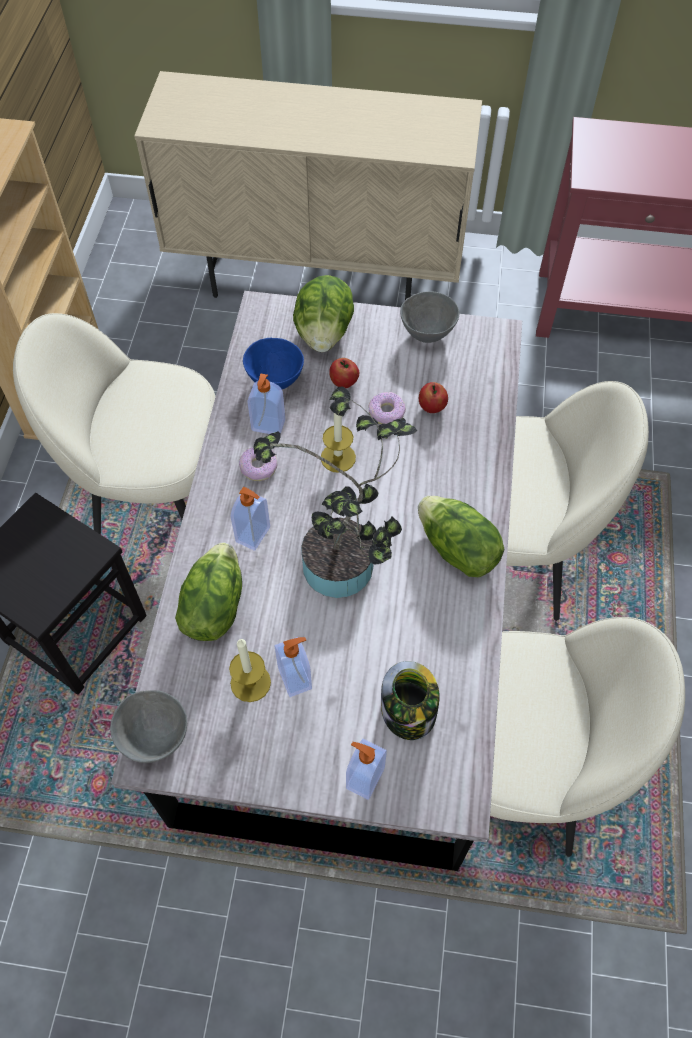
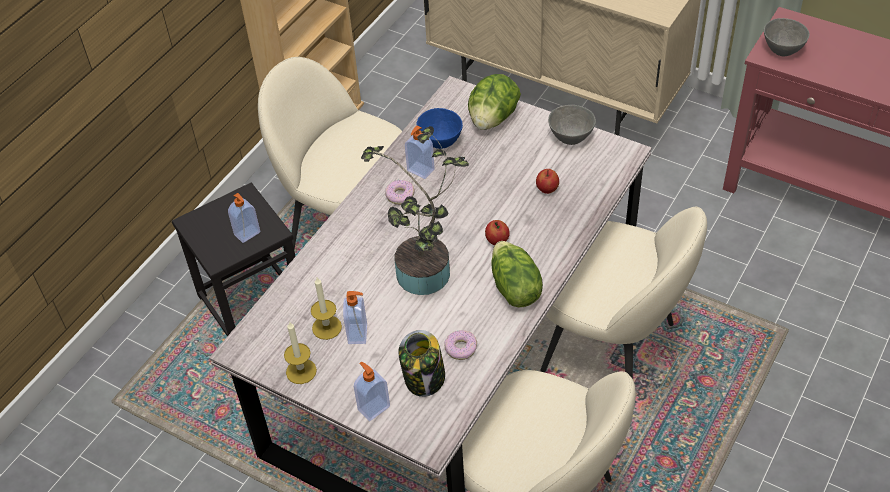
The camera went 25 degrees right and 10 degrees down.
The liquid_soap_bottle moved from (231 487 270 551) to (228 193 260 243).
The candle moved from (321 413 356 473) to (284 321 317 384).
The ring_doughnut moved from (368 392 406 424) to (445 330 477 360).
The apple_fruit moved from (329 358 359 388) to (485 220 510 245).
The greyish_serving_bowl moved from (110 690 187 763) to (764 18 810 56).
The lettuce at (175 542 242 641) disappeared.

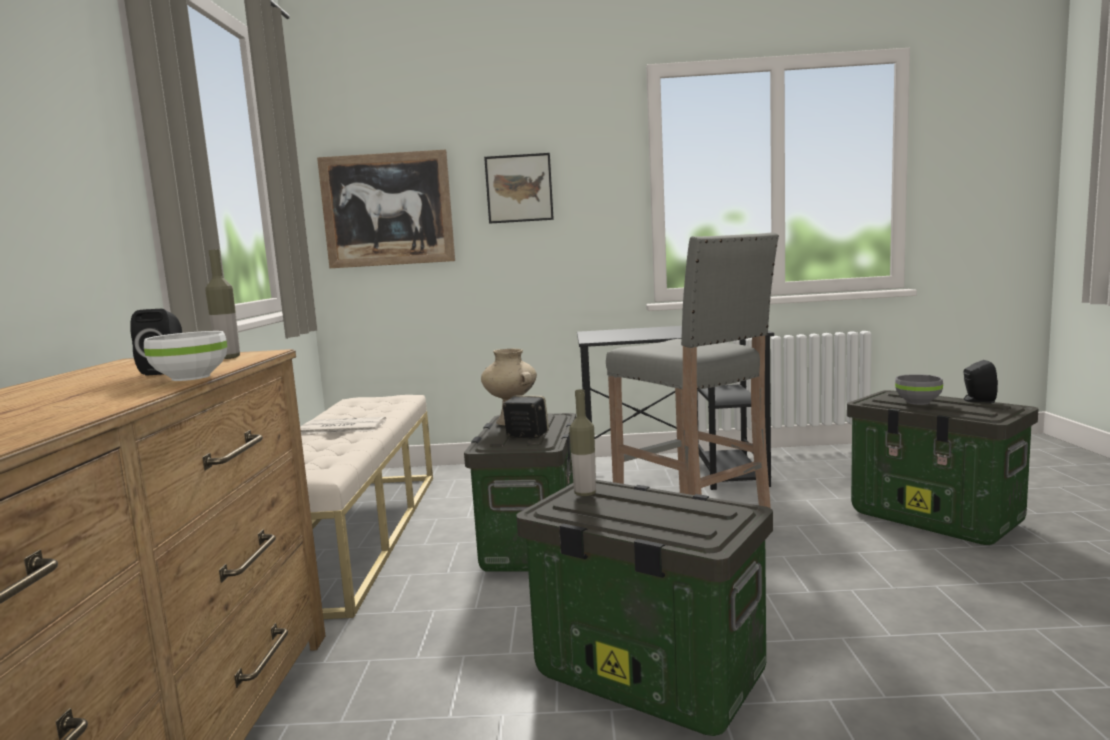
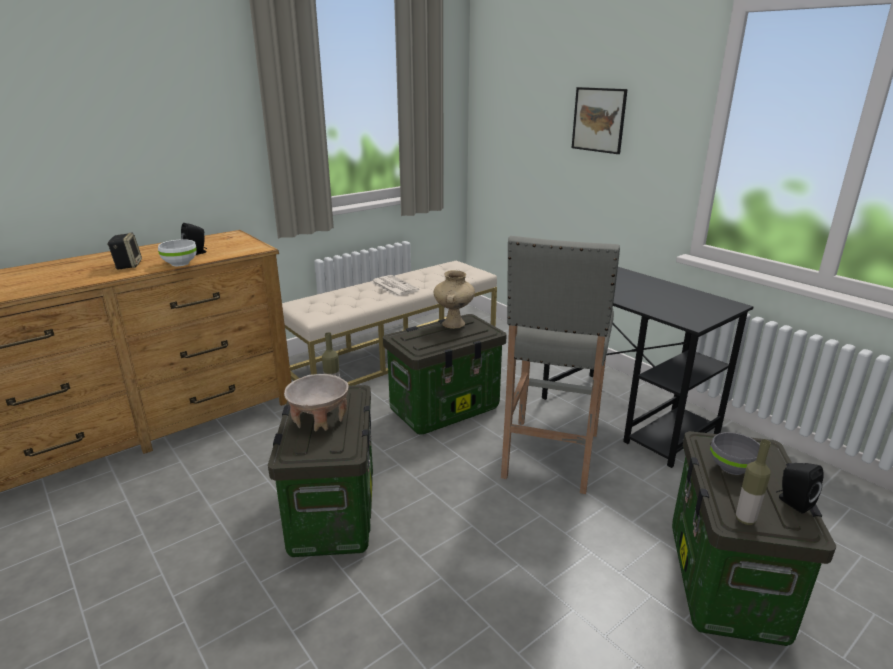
The camera went 50 degrees right and 15 degrees up.
The loudspeaker moved from (503 395 549 438) to (107 233 142 270).
The beige_serving_bowl at (284 374 348 432) appeared.
The beverage_bottle moved from (205 249 240 359) to (736 439 771 525).
The picture at (317 150 455 268) disappeared.

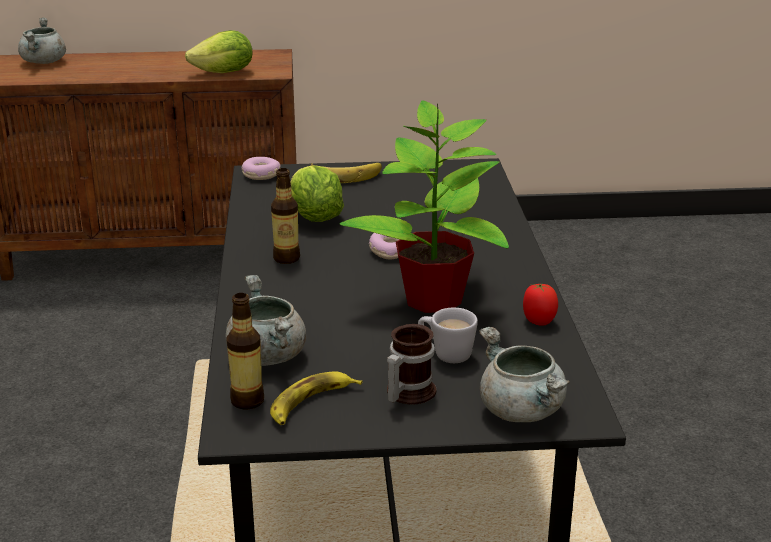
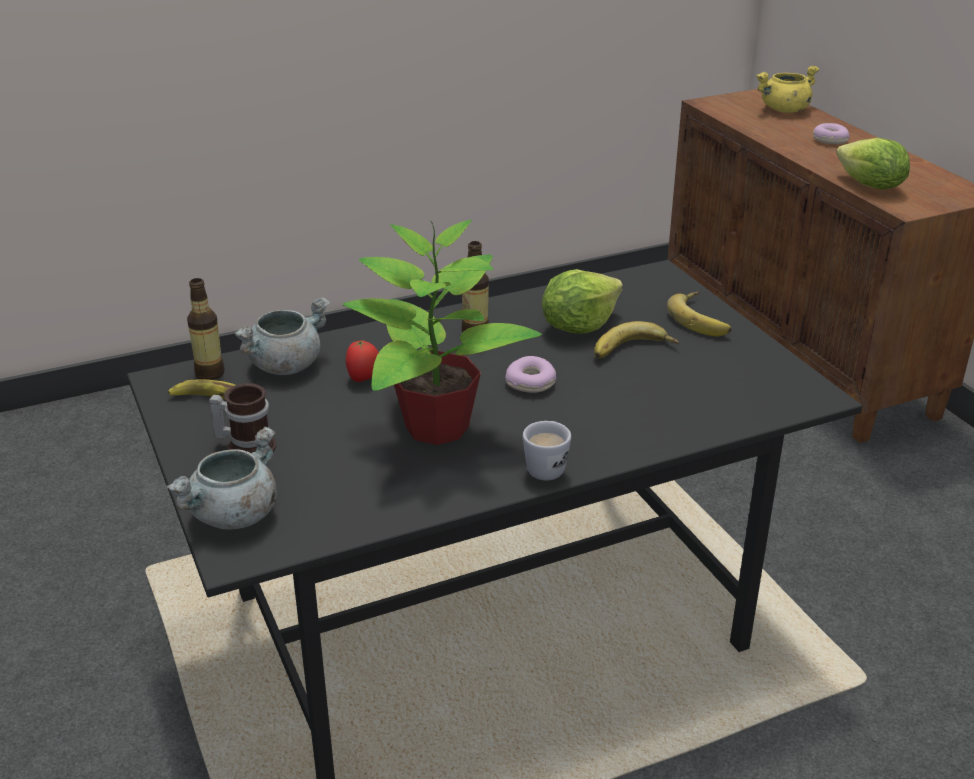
The camera went 70 degrees right and 5 degrees up.
The tomato moved from (523 284 558 326) to (346 339 379 382).
The white-coloured_tea_mug moved from (418 308 478 363) to (523 421 571 480).
The banana_fruit at (594 321 679 358) appeared.
The greyish_stockpot at (18 17 66 64) became the yellow-coloured_stockpot at (756 65 820 113).
The ring_doughnut moved from (241 157 280 180) to (813 123 850 144).

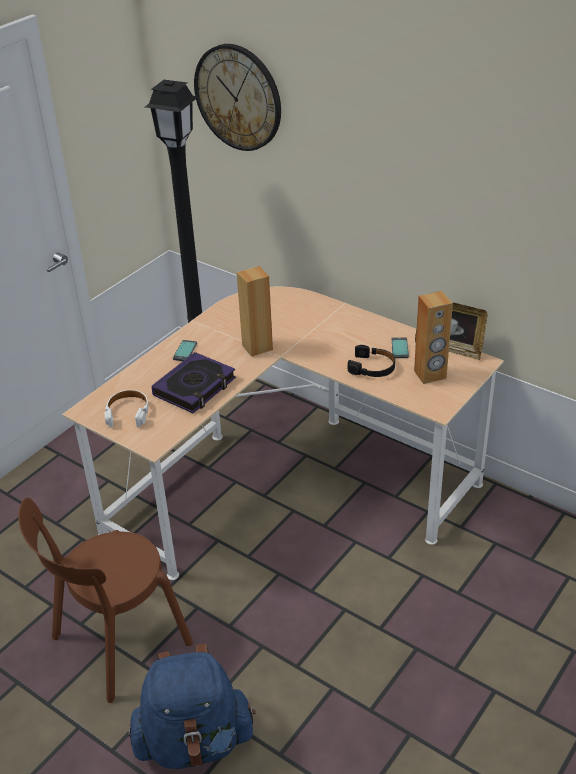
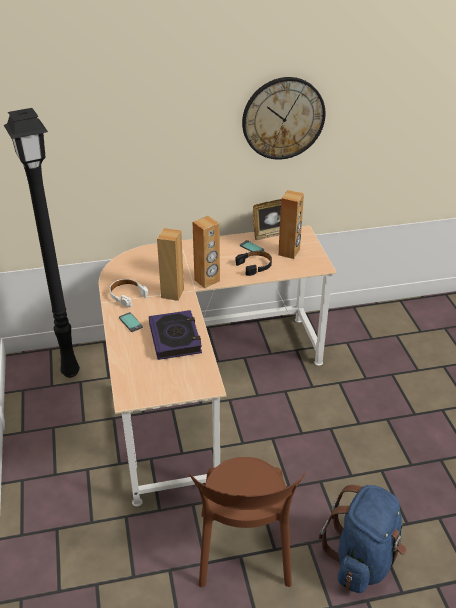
The camera went 50 degrees left and 0 degrees up.
The white-coloured_pair_of_headphones moved from (105 390 149 428) to (110 279 148 307).
The brown_loudspeaker at (192 216 220 288) appeared.
The wall_clock moved from (194 44 281 151) to (242 77 326 160).

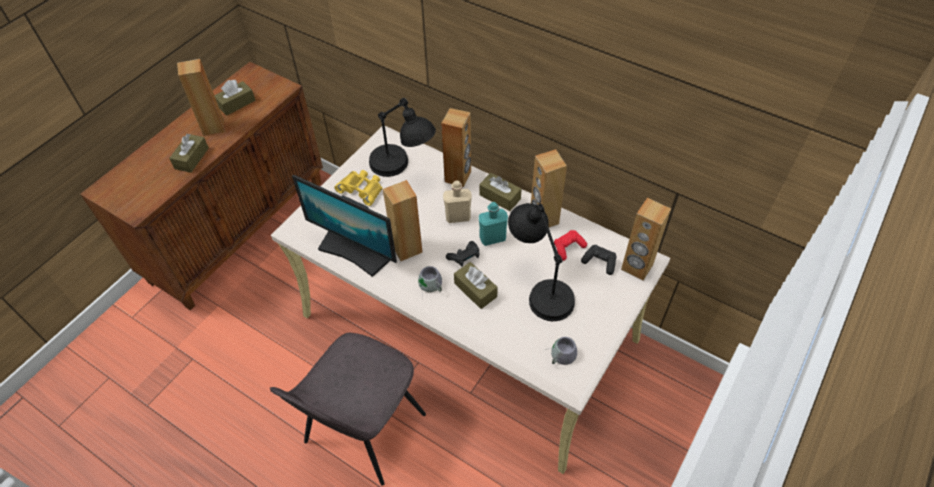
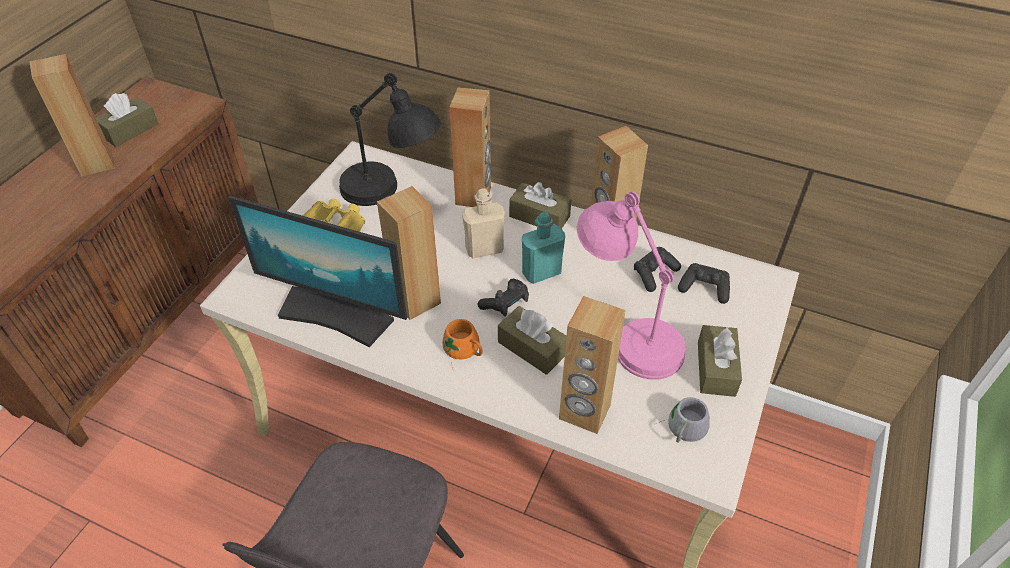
The camera went 10 degrees left and 5 degrees down.
The greyish_tea_mug at (418 266 442 292) became the orange-coloured_tea_mug at (442 319 482 369).
The brown_loudspeaker moved from (621 198 671 281) to (559 296 626 434).
The blackish_lamp_for_a_table at (508 203 575 321) became the pink_lamp_for_a_table at (577 191 685 380).
The red-coloured_joypad at (554 230 587 261) became the blackish_joypad at (634 247 681 292).
The brown_tissue_box moved from (169 134 209 173) to (698 325 742 397).

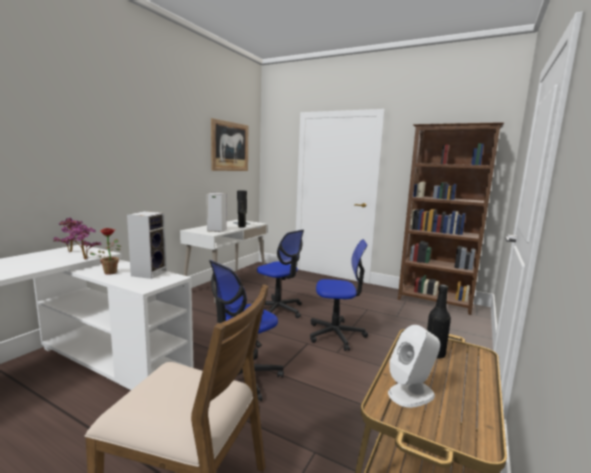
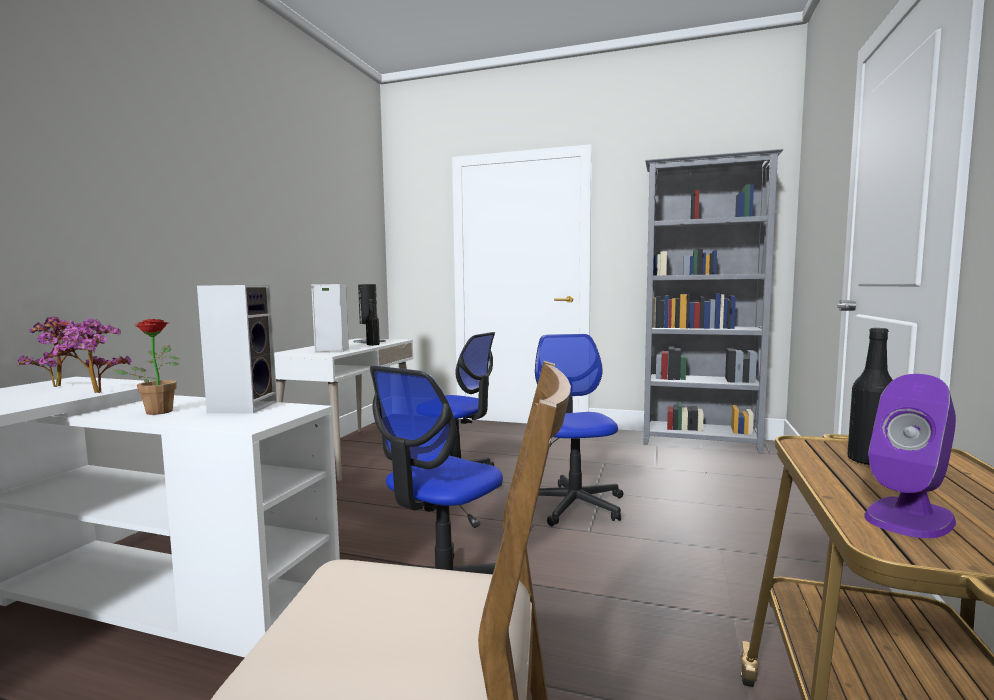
The camera went 10 degrees left and 5 degrees down.
The computer_chair at (310 239 368 351) turned 90 degrees counterclockwise.
The brown_shelving_unit at (398 122 504 315) became the greyish_shelving_unit at (643 149 784 454).
The white-coloured_loudspeaker at (388 325 440 408) became the purple-coloured_loudspeaker at (864 374 956 539).
The picture at (211 118 248 171) disappeared.

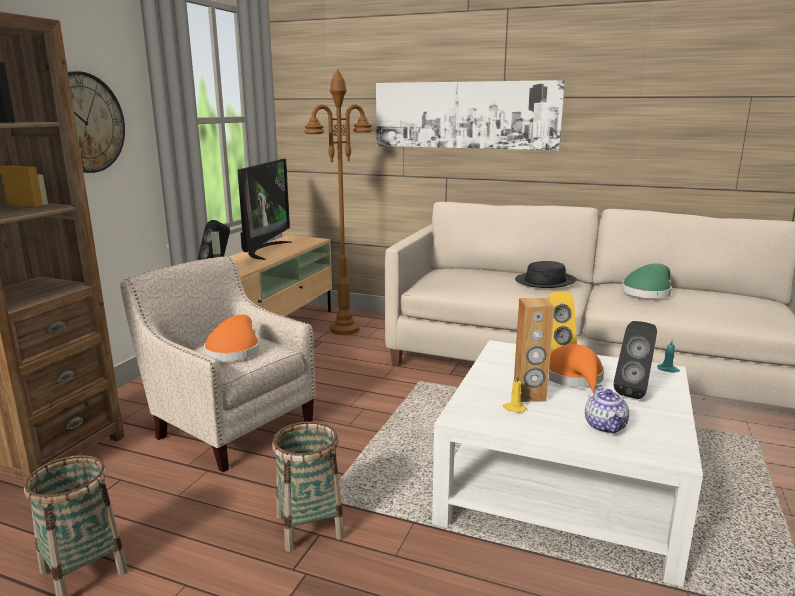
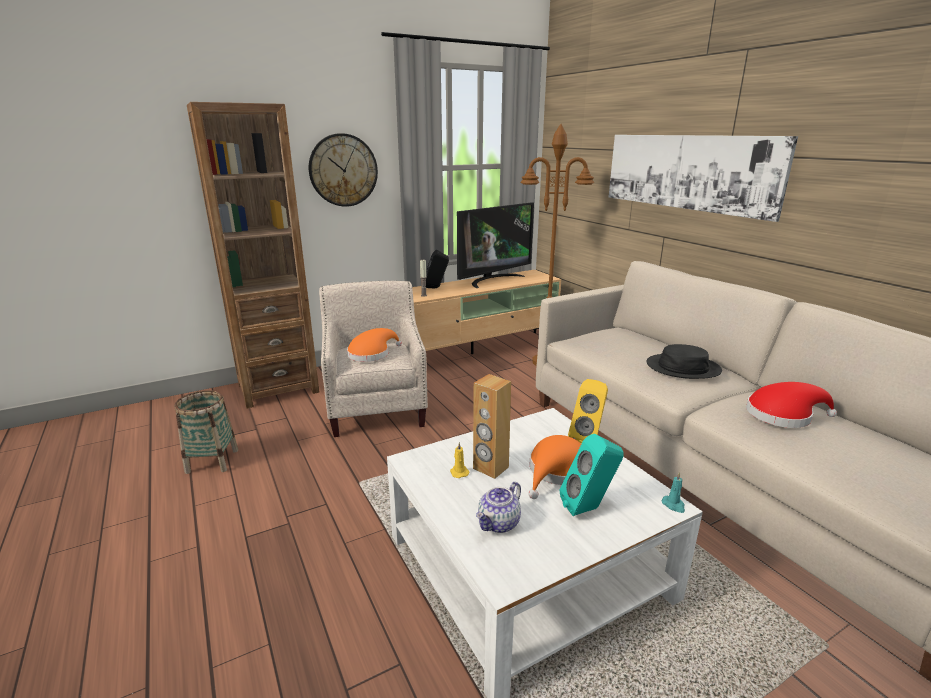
The camera went 40 degrees right and 5 degrees up.
The blackish_loudspeaker at (613 321 657 399) became the turquoise_loudspeaker at (560 434 624 516).
The greenish_hat at (622 263 672 298) became the red-coloured_hat at (746 382 837 428).
The basket at (272 421 345 552) disappeared.

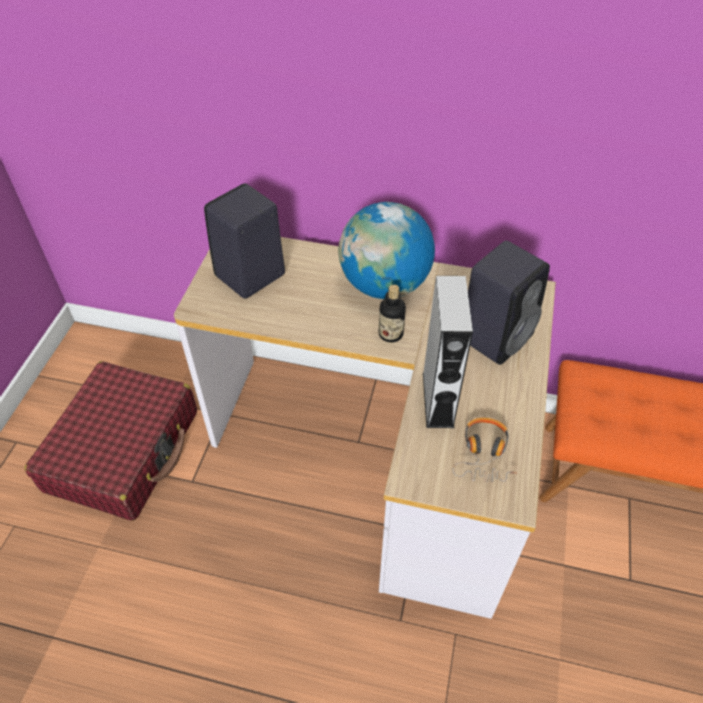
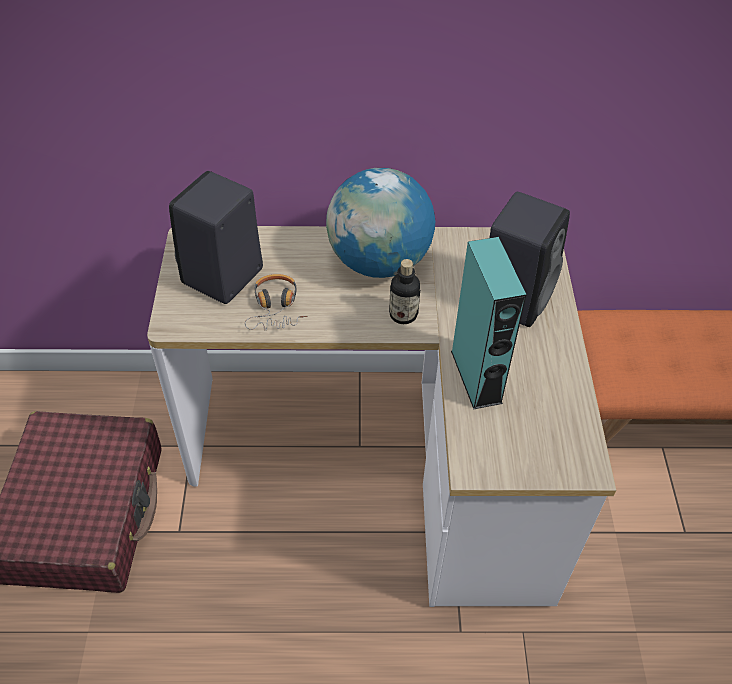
The camera went 15 degrees left and 0 degrees up.
The pair_of_headphones moved from (452 418 518 482) to (245 274 307 331).
The greyish_loudspeaker at (423 276 473 428) became the turquoise_loudspeaker at (451 237 527 409).

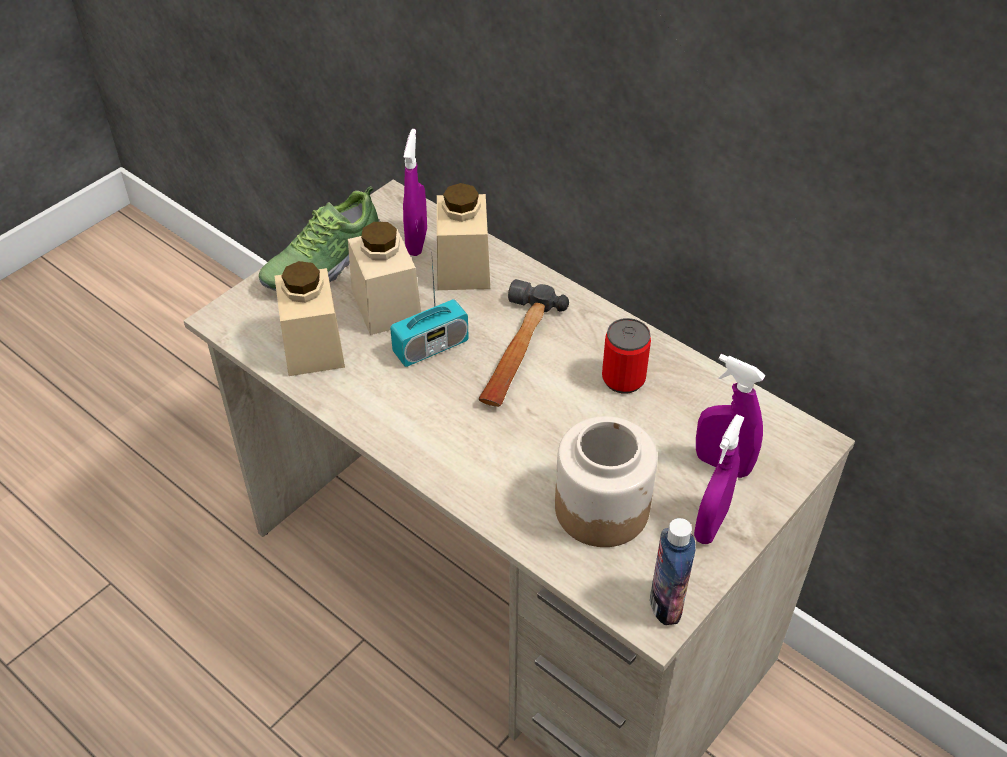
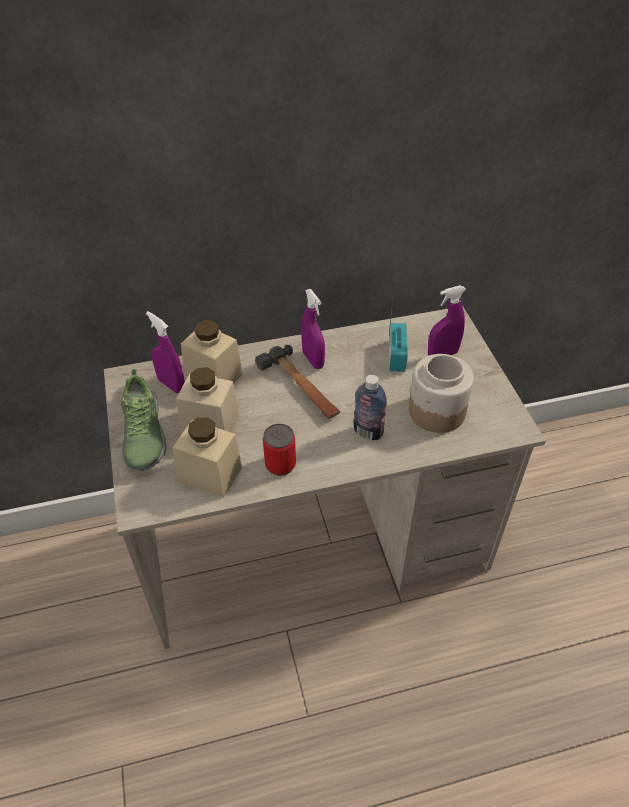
The camera went 55 degrees left and 0 degrees up.
The metal_can moved from (602 318 651 394) to (263 424 296 476).
The purple-coloured_hand_sprayer moved from (694 414 745 544) to (301 289 325 369).
The beverage_bottle moved from (650 518 696 625) to (353 375 387 440).
The radio_receiver moved from (390 251 469 367) to (389 300 408 372).

